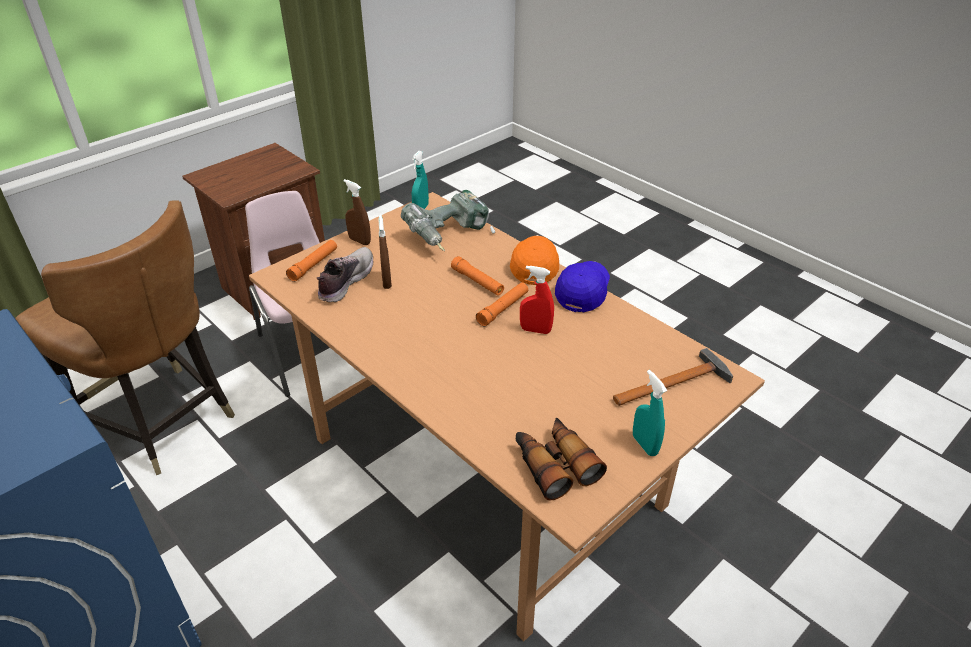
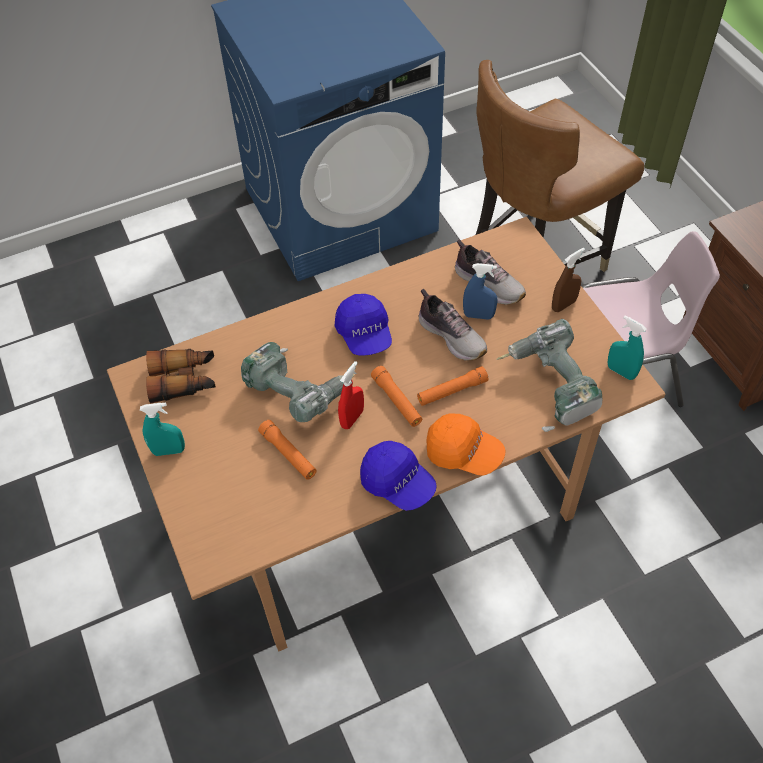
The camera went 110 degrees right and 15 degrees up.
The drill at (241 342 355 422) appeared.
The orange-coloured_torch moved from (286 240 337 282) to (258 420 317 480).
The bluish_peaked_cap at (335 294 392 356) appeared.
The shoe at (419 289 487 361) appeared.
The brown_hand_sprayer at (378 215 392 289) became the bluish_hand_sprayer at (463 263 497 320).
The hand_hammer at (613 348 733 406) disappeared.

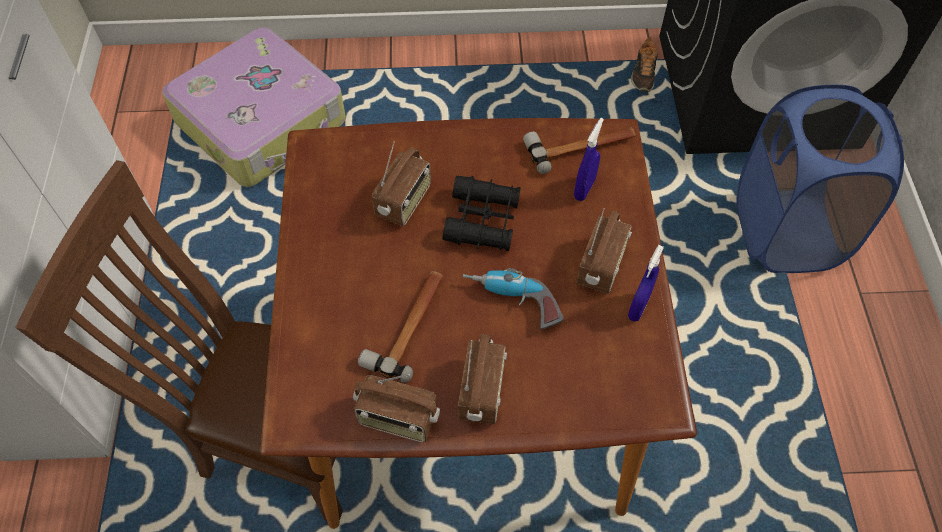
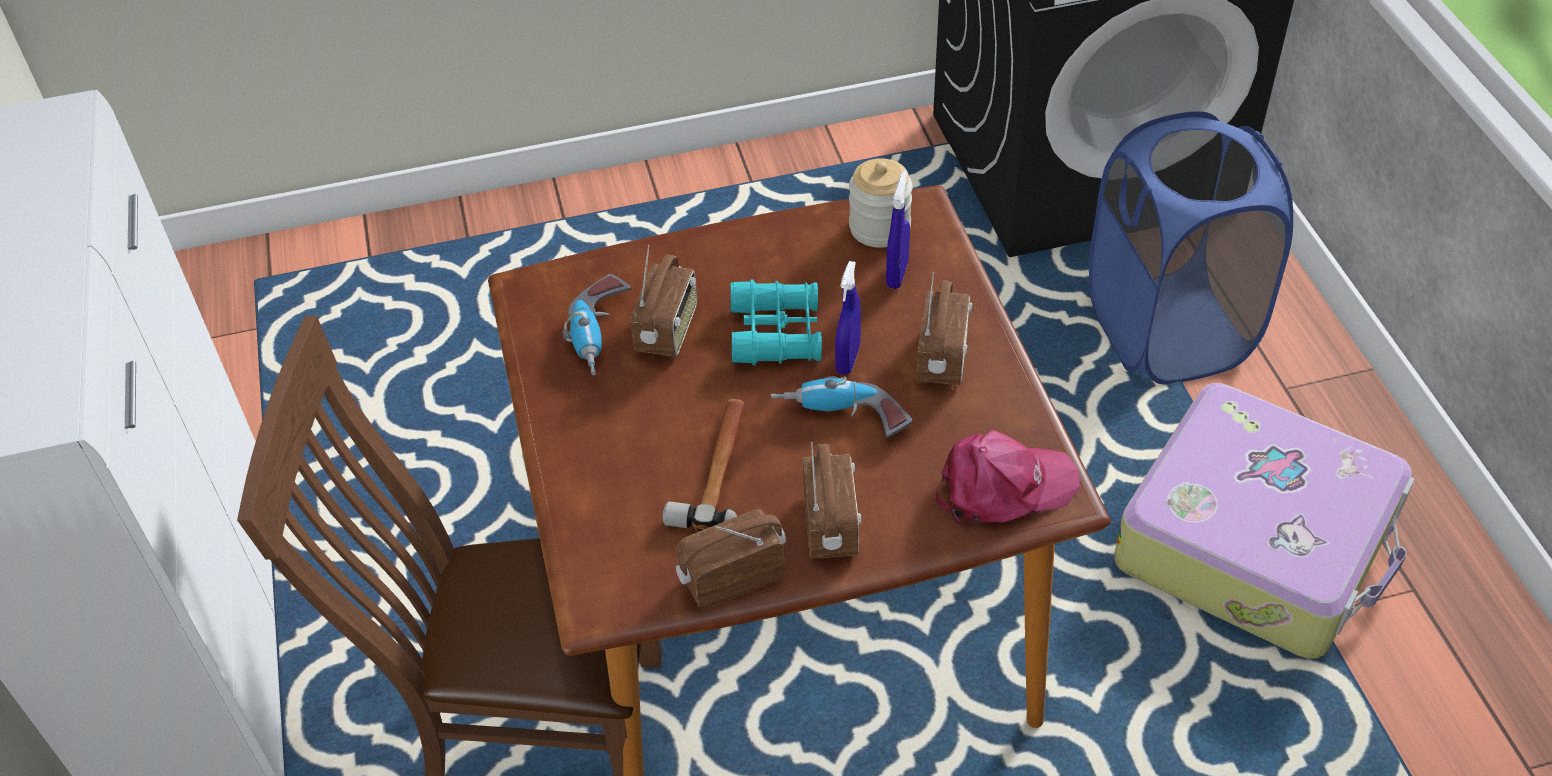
The camera went 10 degrees left and 10 degrees down.
The drill at (563 274 631 375) appeared.
The radio_receiver at (353 374 440 442) turned 150 degrees clockwise.
The blackish_field_glasses at (443 175 521 251) became the turquoise_field_glasses at (731 280 822 365).
The bluish_hand_sprayer moved from (628 245 664 321) to (835 261 861 375).
The hand_hammer at (523 128 636 174) was replaced by the preserve_jar at (849 158 913 248).
The pink_peaked_cap at (936 430 1080 528) appeared.
The suitcase moved from (162 27 346 187) to (1114 383 1415 659).
The shoe at (631 37 658 92) disappeared.

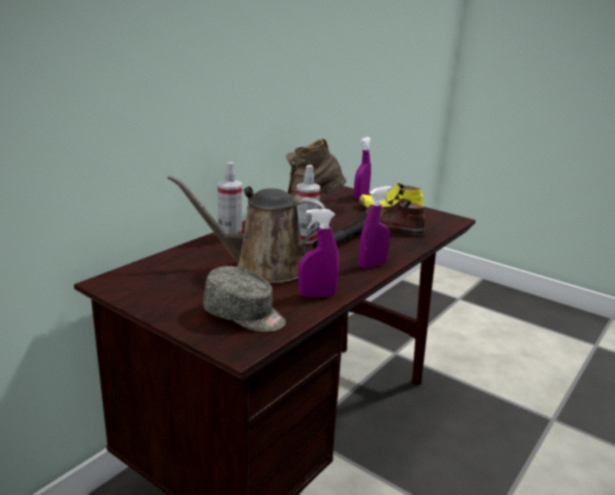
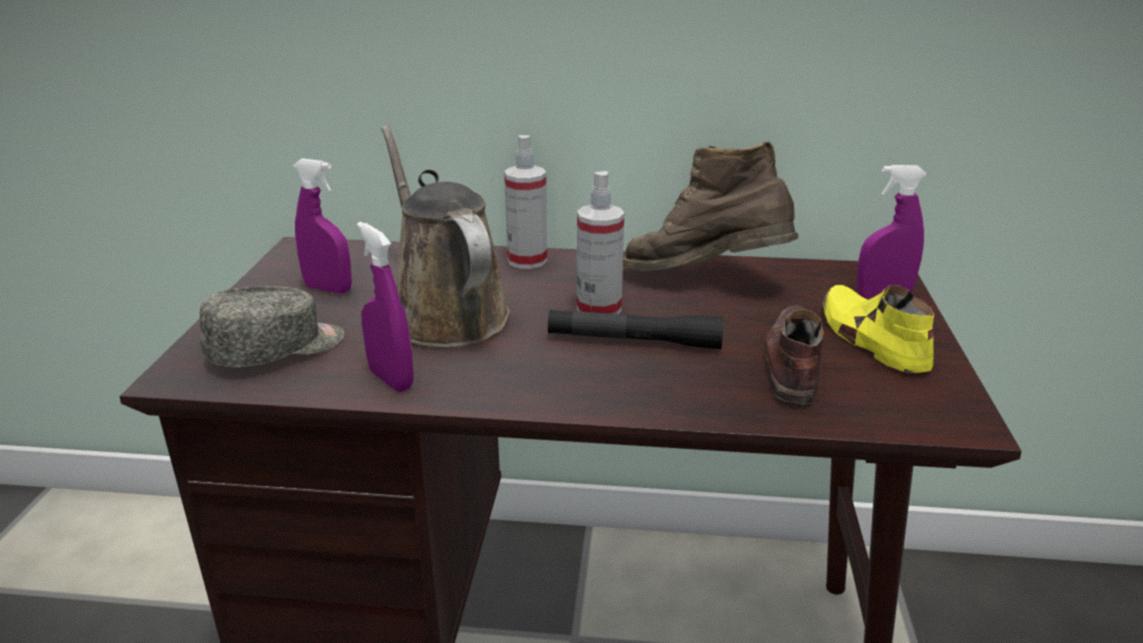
The camera went 60 degrees right and 5 degrees up.
The greyish_peaked_cap at (203 266 286 332) turned 120 degrees counterclockwise.
The purple-coloured_hand_sprayer moved from (359 186 392 269) to (293 158 352 294).

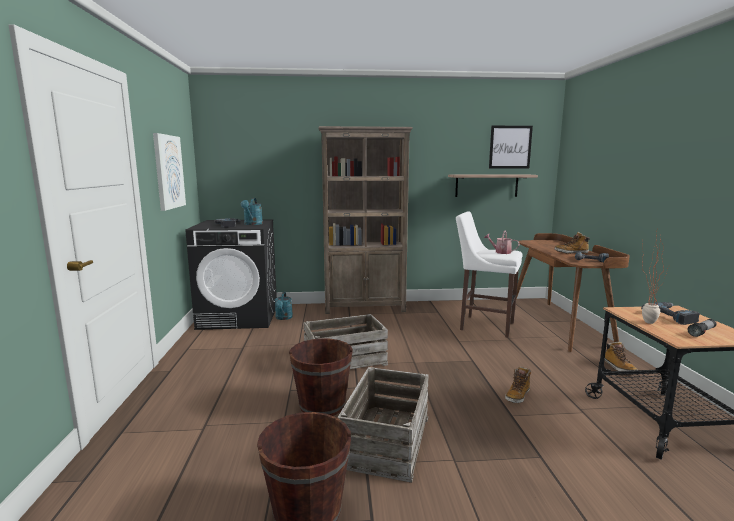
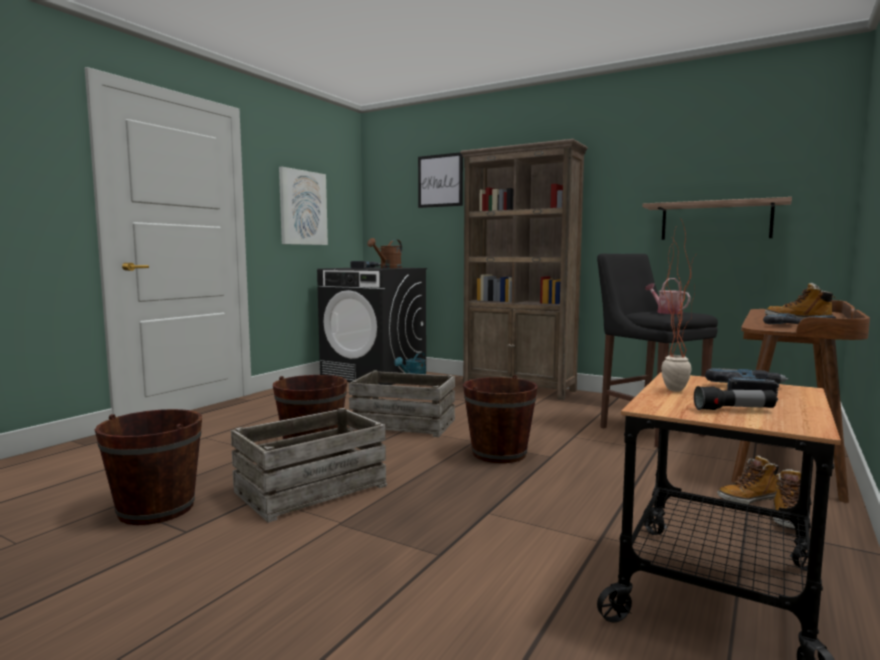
The camera went 35 degrees right and 5 degrees down.
The turquoise_watering_can at (241 198 263 225) became the brown_watering_can at (367 238 402 269).
The picture moved from (489 126 533 169) to (418 152 463 208).
The brown_water_bucket at (463 375 538 463) appeared.
The white-coloured_stool at (456 211 523 338) became the blackish_stool at (597 254 718 447).
The tall_boot moved from (505 367 531 403) to (717 455 779 504).

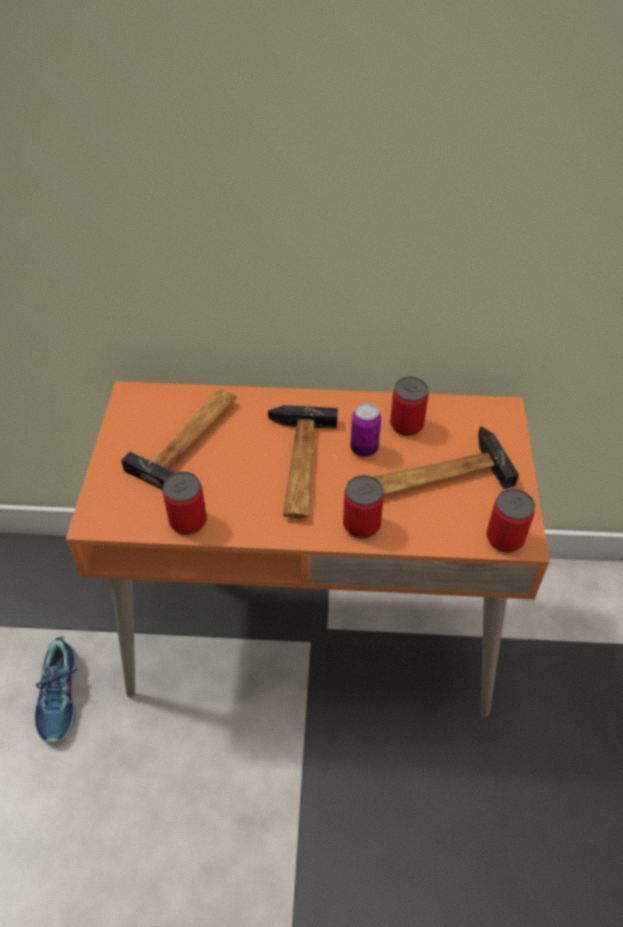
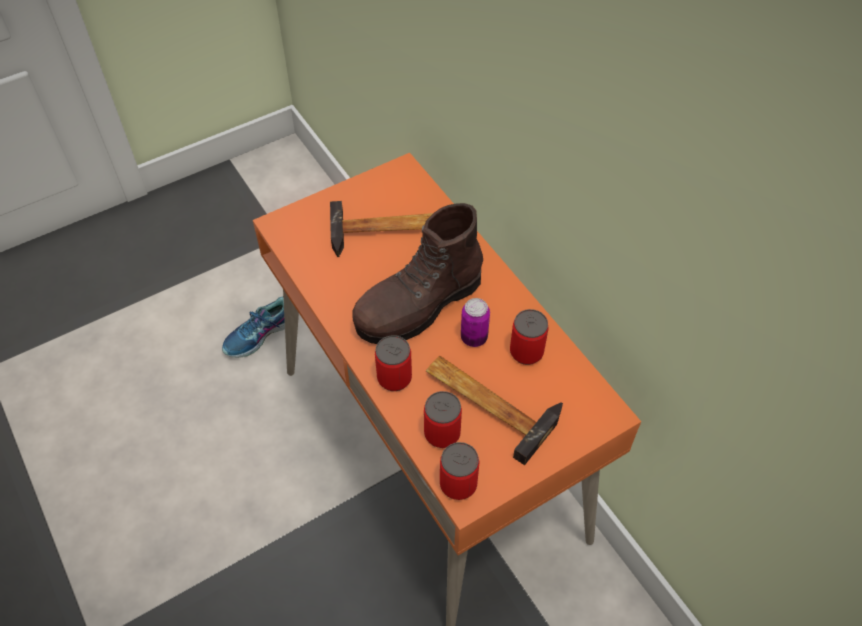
The camera went 55 degrees right and 5 degrees up.
The hand_hammer at (268 405 338 518) was replaced by the brown_tall_boot at (352 203 483 344).
The metal_can moved from (163 472 207 535) to (424 391 462 448).

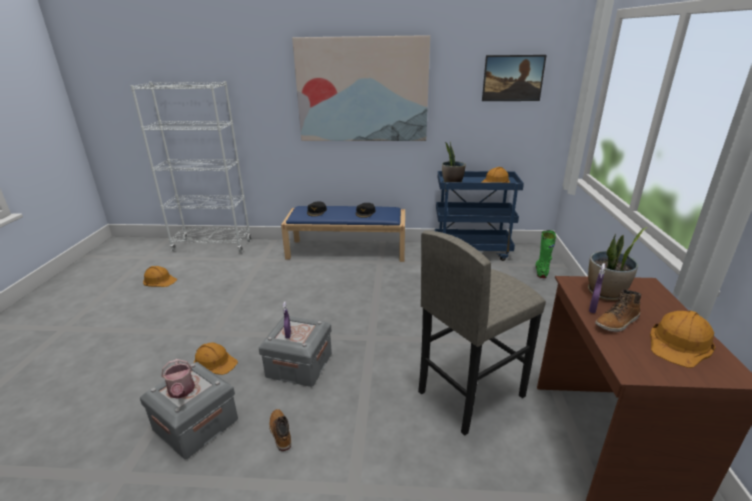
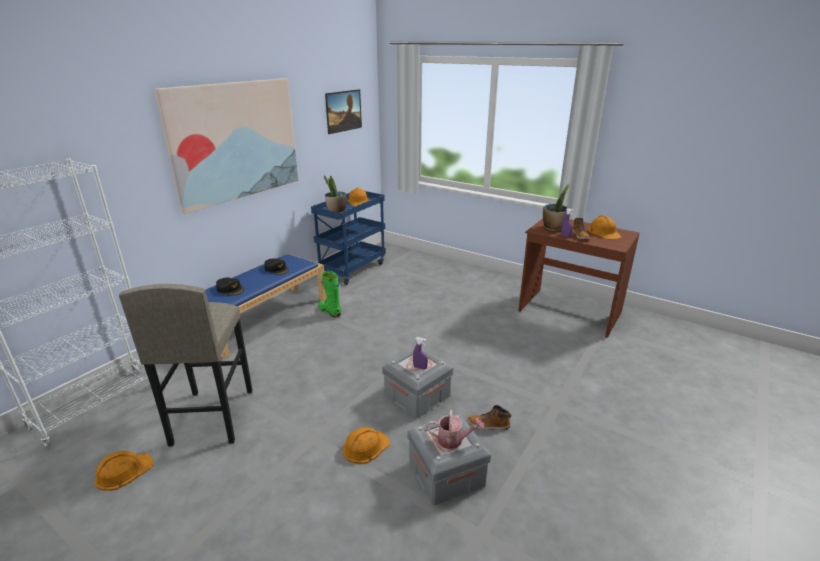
The camera went 60 degrees left and 0 degrees up.
The greyish_stool moved from (418 230 546 436) to (119 284 252 447).
The greenish_tall_boot moved from (535 230 556 278) to (318 270 341 317).

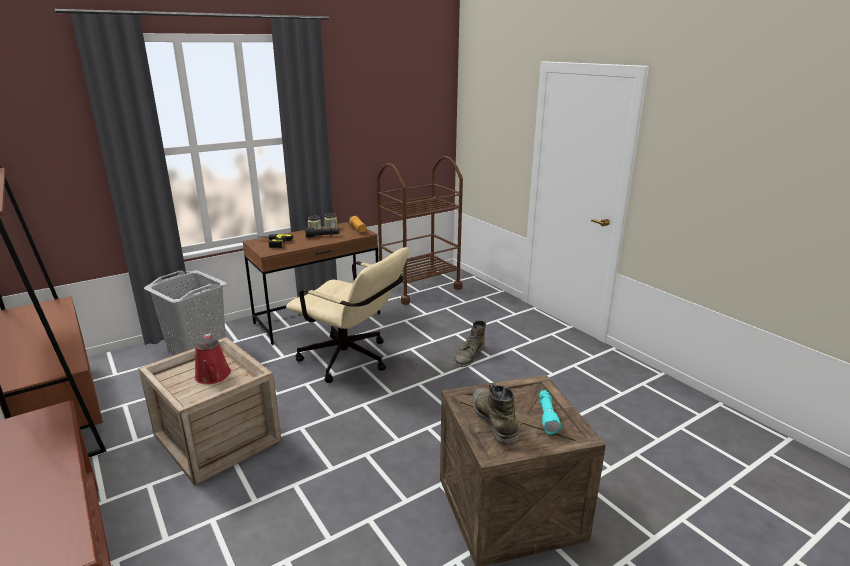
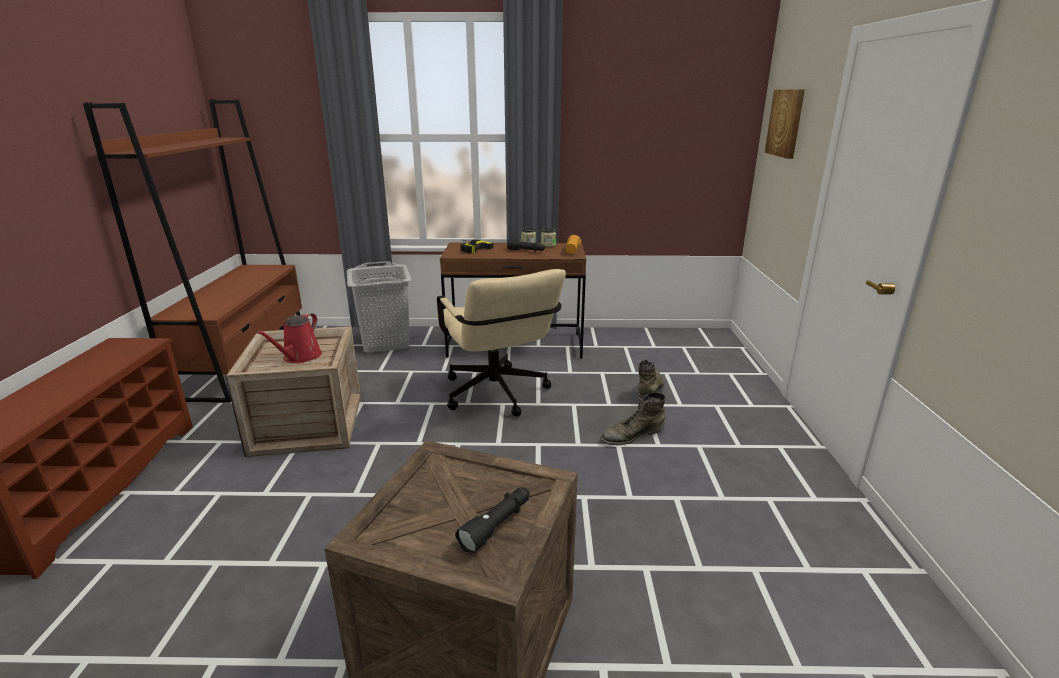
The camera went 35 degrees right and 0 degrees up.
The turquoise_torch at (539 390 561 434) became the blackish_torch at (455 487 529 554).
The greenish_tall_boot moved from (472 384 519 445) to (638 359 665 401).
The picture at (765 89 805 159) appeared.
The brown_wheeled_cart at (377 156 463 305) disappeared.

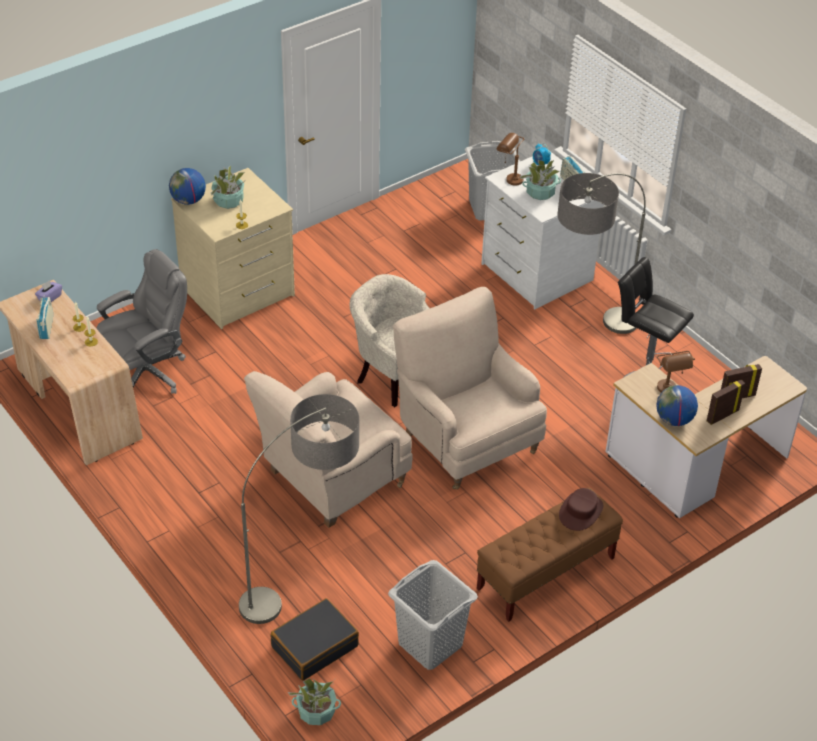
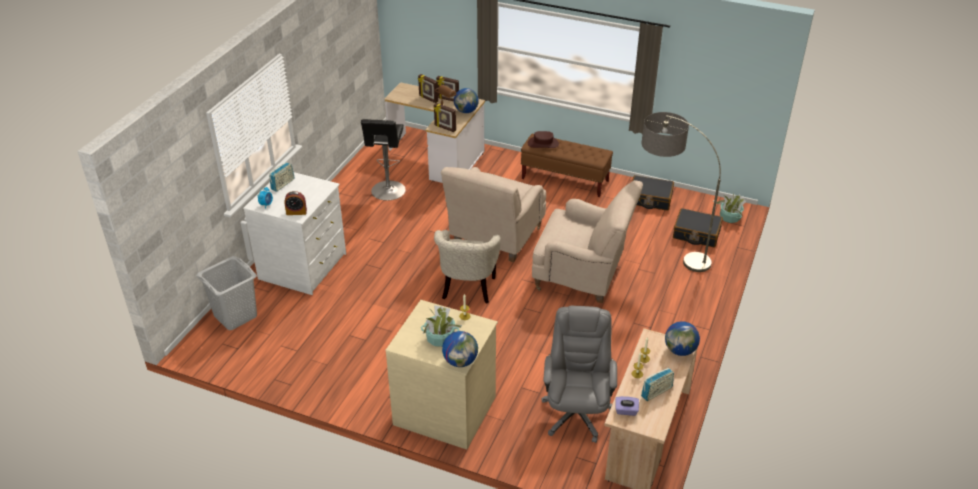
The camera went 120 degrees left and 5 degrees down.
The brown_lamp_for_a_table at (496 133 524 185) was replaced by the table_clock at (284 191 307 215).
The standing_frame at (433 103 456 132) appeared.
The greyish_computer_chair at (96 249 187 394) turned 75 degrees clockwise.
The greyish_washing_basket at (388 560 478 670) was replaced by the blackish_suitcase at (632 175 674 211).
The world_globe at (665 321 700 356) appeared.
The potted_plant at (520 160 561 200) disappeared.
The floor_lamp at (558 173 646 334) disappeared.

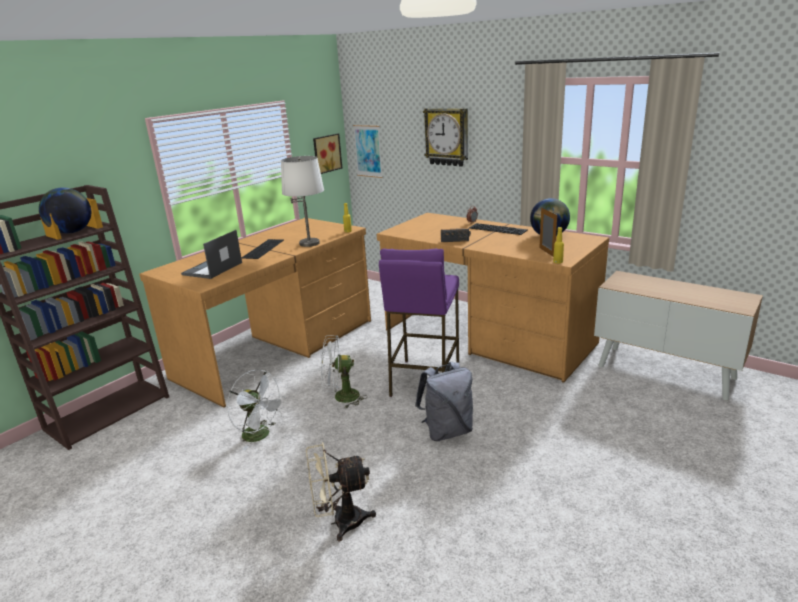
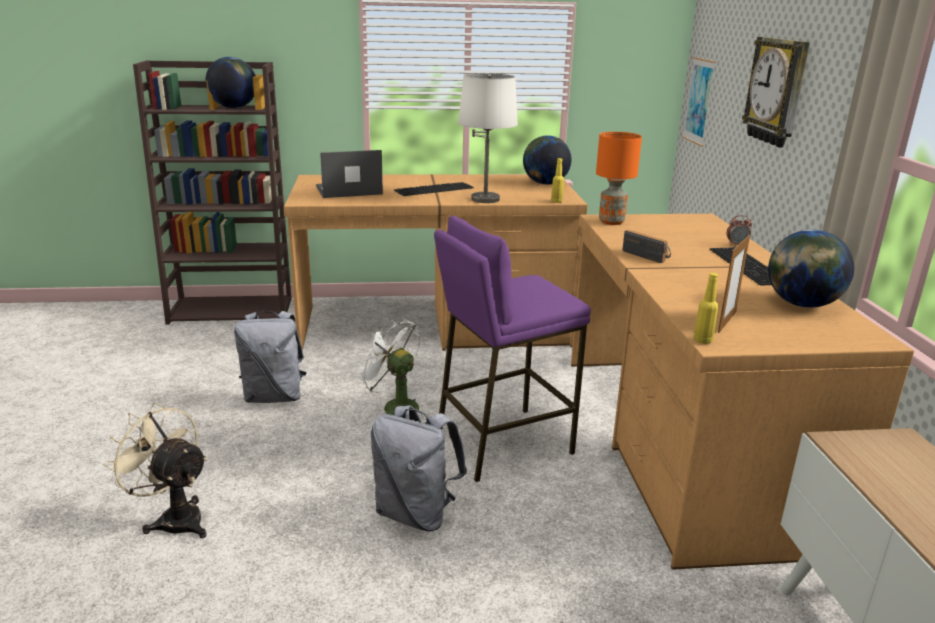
The camera went 45 degrees right and 0 degrees up.
The white-coloured_fan at (227 370 286 450) was replaced by the greyish_backpack at (234 311 307 403).
The world_globe at (523 135 571 185) appeared.
The orange-coloured_lamp_for_a_table at (596 132 642 225) appeared.
The picture at (313 133 342 174) disappeared.

